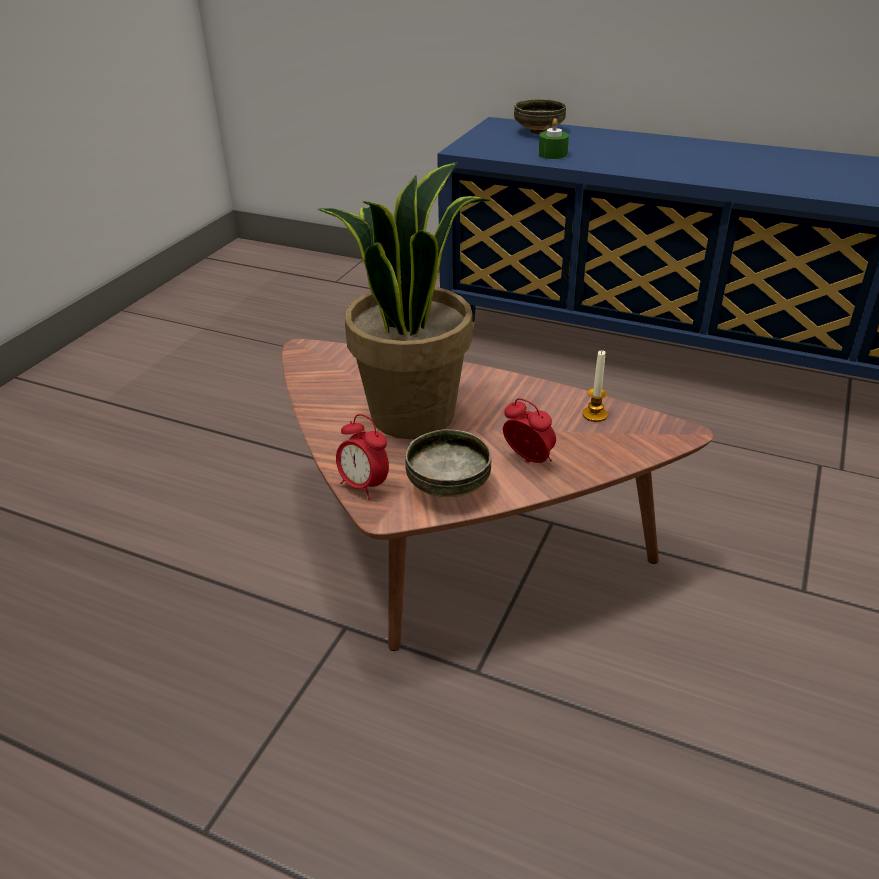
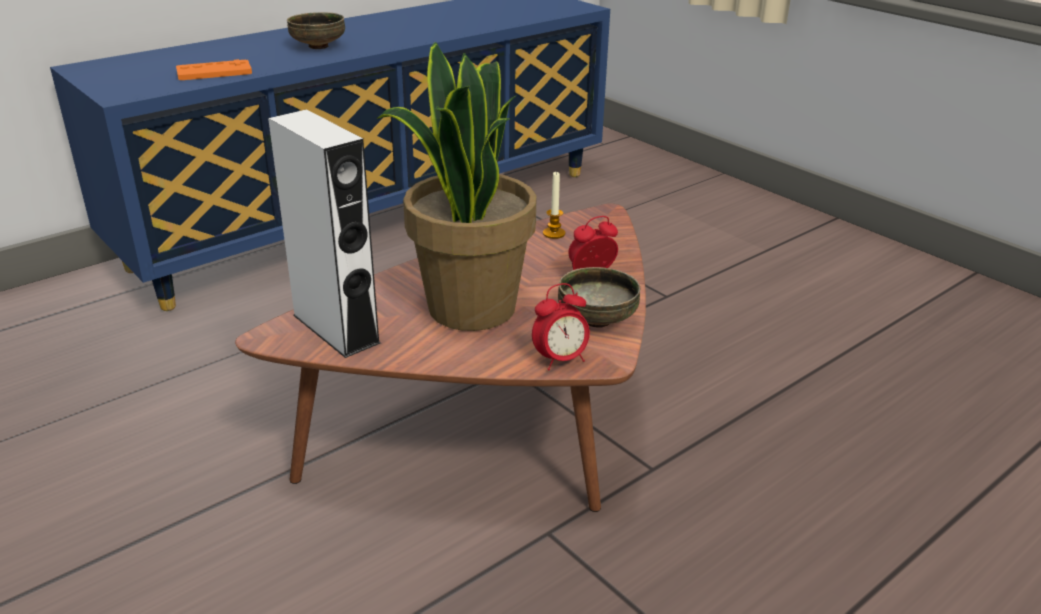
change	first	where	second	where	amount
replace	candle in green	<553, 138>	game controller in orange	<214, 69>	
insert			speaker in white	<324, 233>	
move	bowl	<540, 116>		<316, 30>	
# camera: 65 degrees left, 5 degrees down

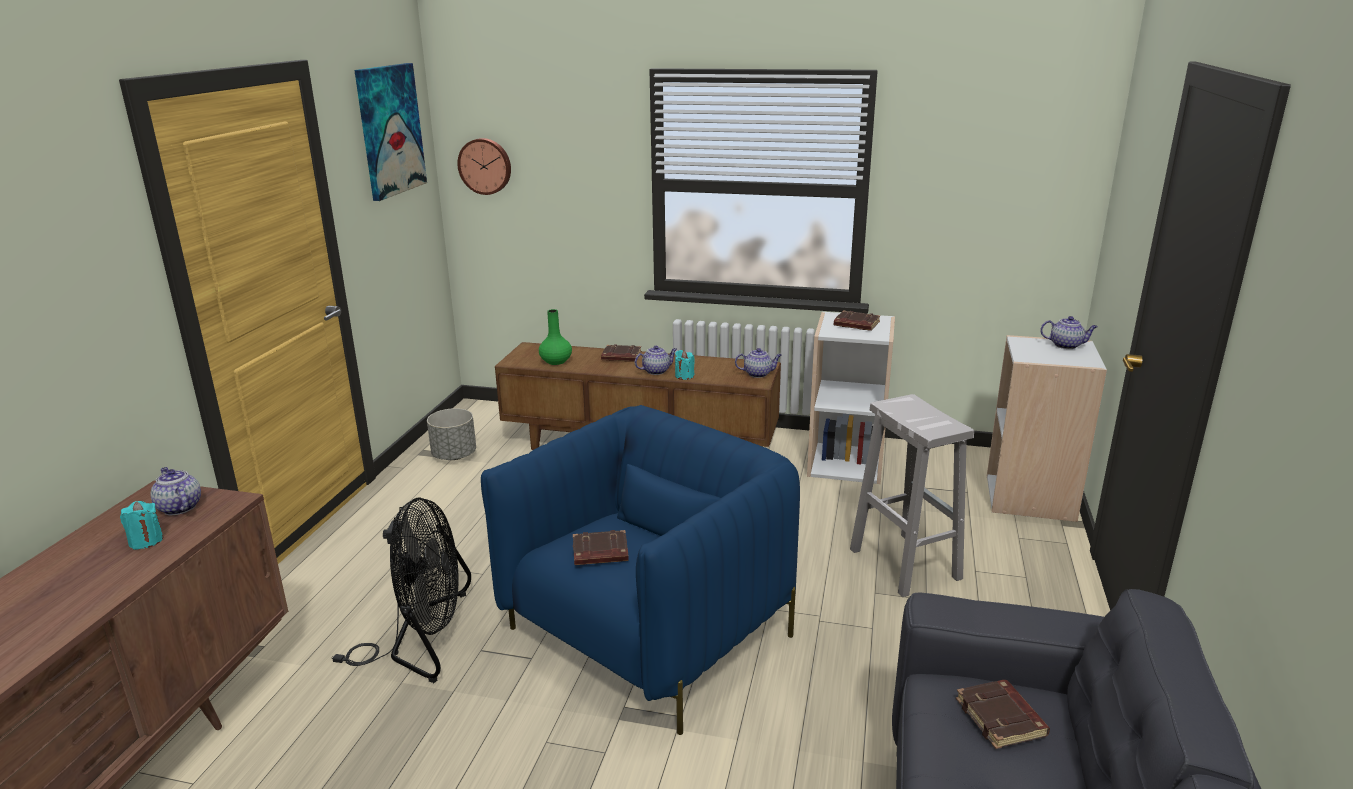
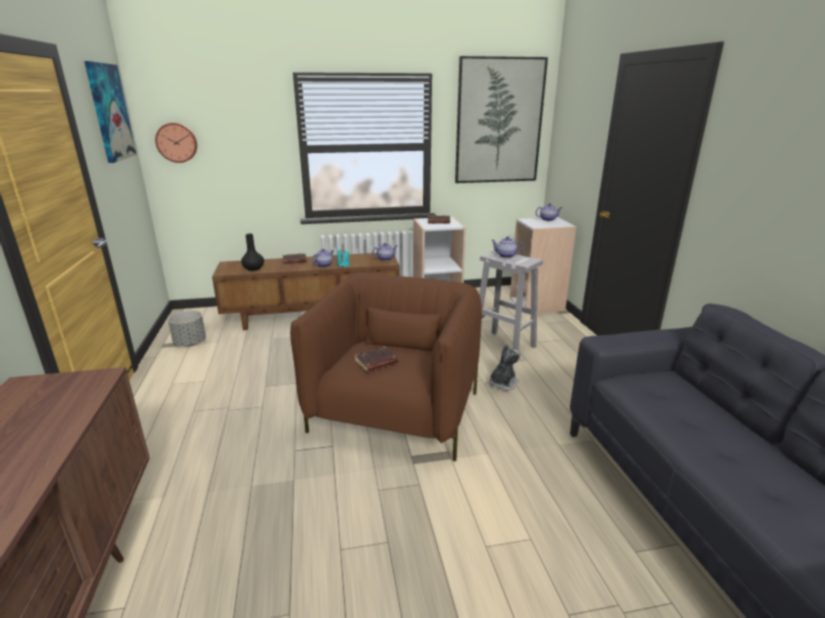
change	first	where	second	where	amount
recolor	vase in green	<555, 337>	vase in black	<252, 252>	
recolor	armchair in blue	<640, 570>	armchair in brown	<386, 367>	
insert			picture	<501, 119>	
insert			plush toy	<504, 367>	
move	teapot	<175, 491>		<507, 247>	
delete	candle in turquoise	<141, 525>			
delete	fan in black	<401, 590>			
delete	book in brown	<1003, 714>			
# camera: 25 degrees left, 0 degrees up

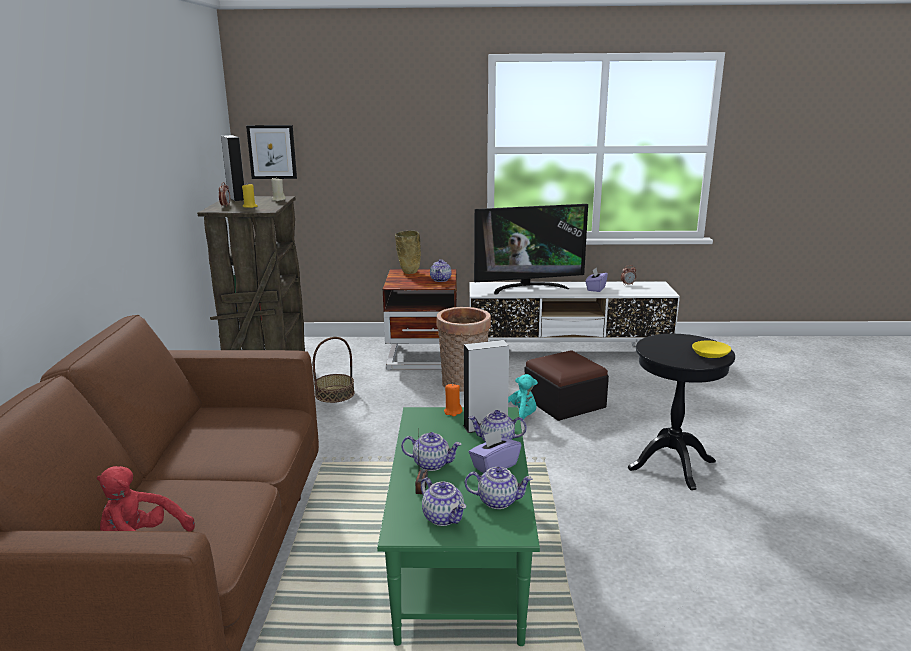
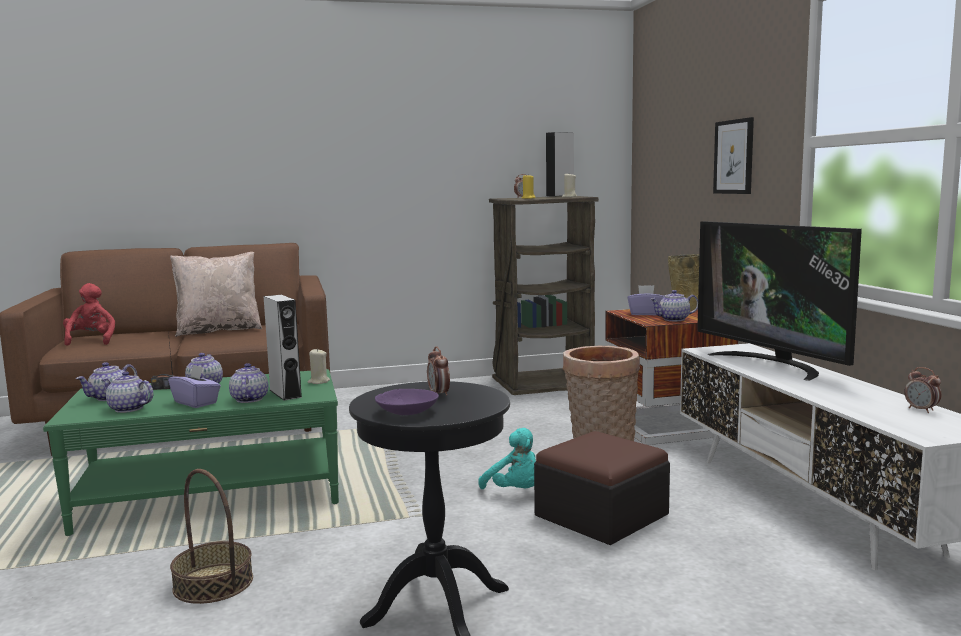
change	first	where	second	where	amount
rotate	teapot	<499, 487>		<127, 392>	120 degrees clockwise
insert			pillow in beige	<216, 294>	
move	basket	<334, 370>		<211, 536>	
recolor	candle in orange	<453, 399>	candle in beige	<318, 366>	
recolor	bowl in yellow	<711, 349>	bowl in purple	<407, 402>	
insert			alarm clock	<438, 371>	
move	tissue box in purple	<596, 280>		<646, 300>	
move	picture	<271, 152>		<733, 155>	
# camera: 75 degrees right, 10 degrees down

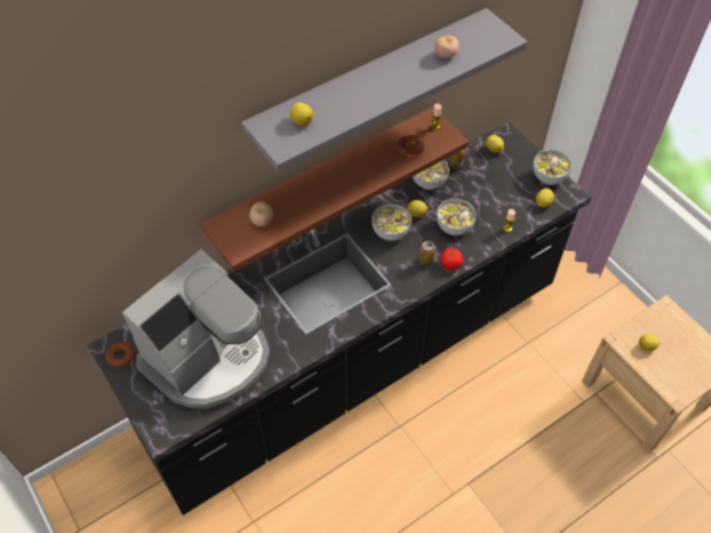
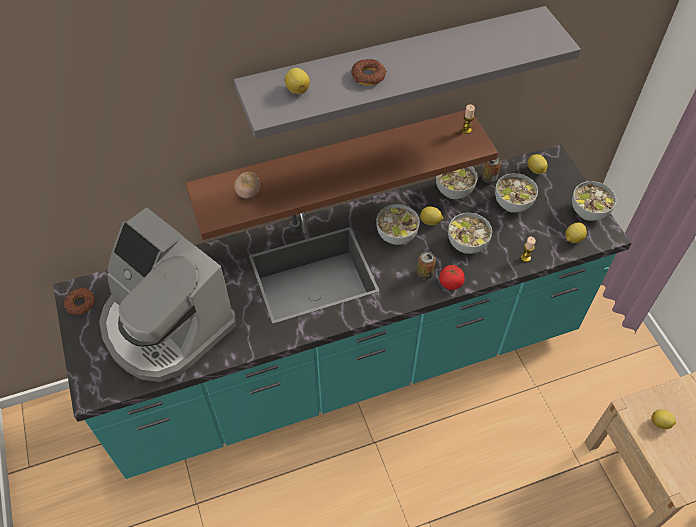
change	first	where	second	where	amount
recolor	counter in black	<339, 318>	counter in turquoise	<342, 311>	
rotate	coffee machine	<196, 329>		<167, 294>	75 degrees clockwise
move	donut	<410, 145>		<368, 72>	
insert			bowl	<516, 193>	
delete	tomato	<446, 47>			
# camera: 15 degrees right, 0 degrees up

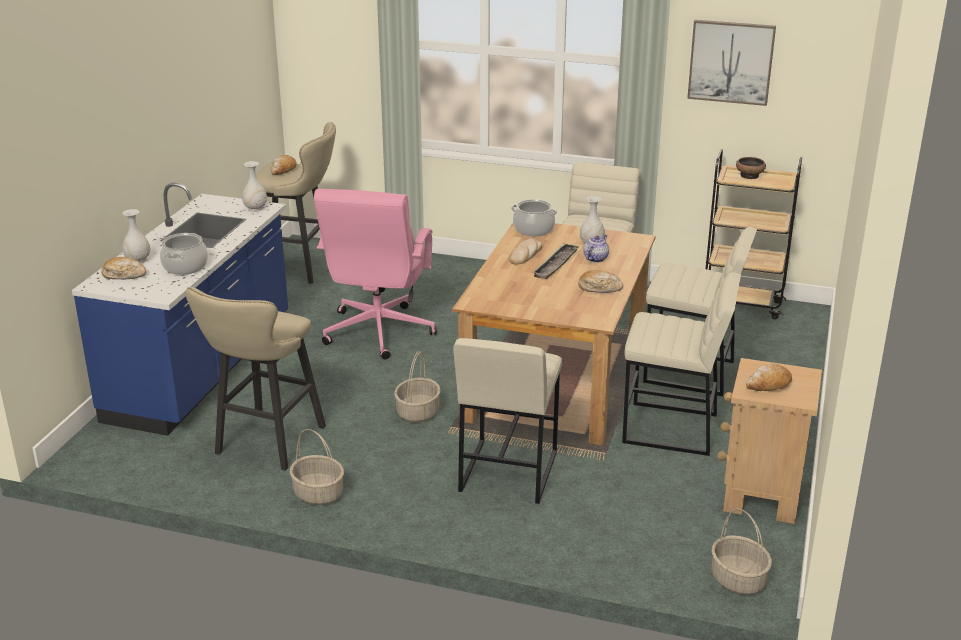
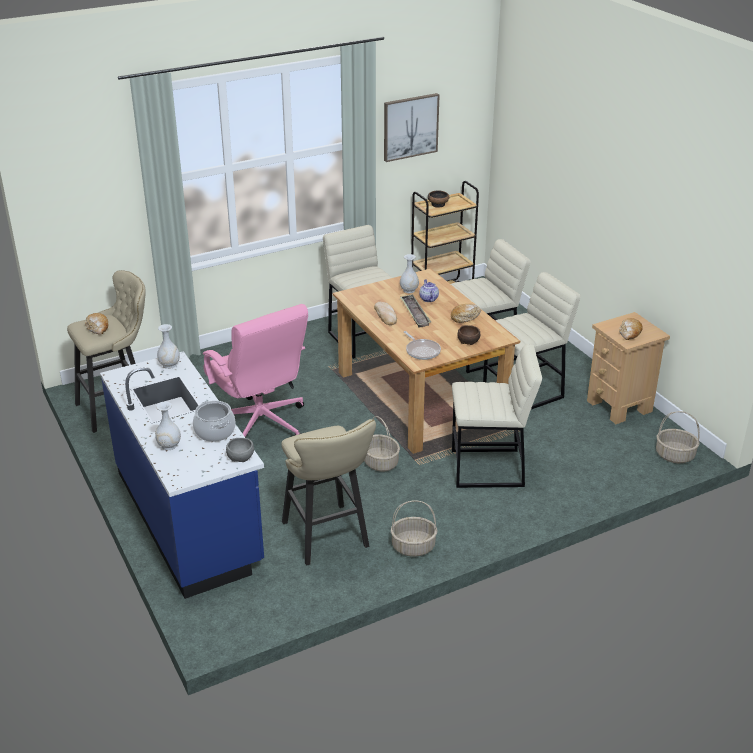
change	first	where	second	where	amount
insert			bowl in grey	<240, 450>	
insert			frying pan	<422, 345>	
rotate	chair in beige	<507, 421>		<497, 416>	60 degrees counterclockwise
insert			bowl in brown	<469, 335>	
delete	bread	<123, 268>			
delete	cooking pot	<534, 217>			
# camera: 45 degrees left, 5 degrees up

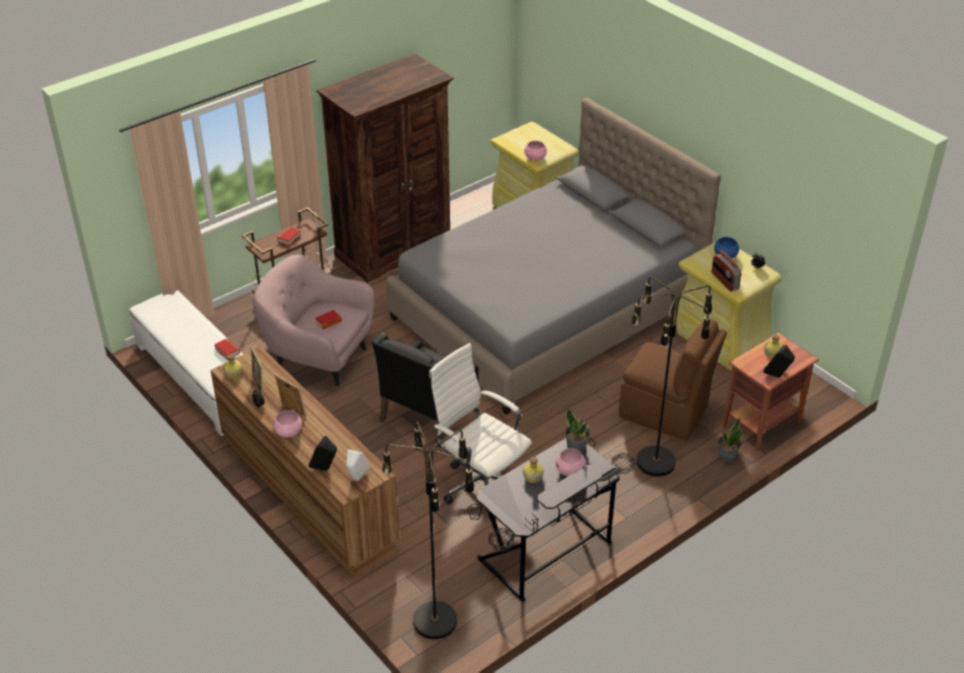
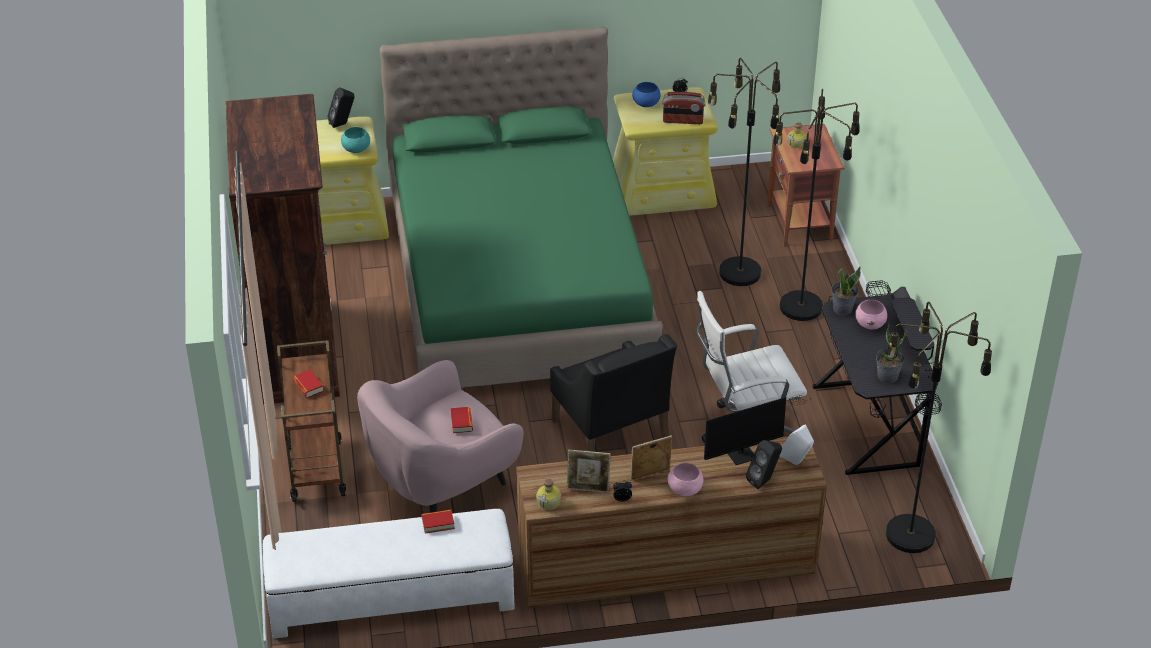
change	first	where	second	where	amount
move	speaker in black	<779, 361>		<341, 107>	
recolor	bowl in pink	<535, 151>	bowl in turquoise	<355, 140>	
recolor	bed in grey	<553, 256>	bed in green	<521, 207>	
insert			monitor	<757, 430>	
replace	chair in brown	<673, 380>	floor lamp	<744, 172>	
move	potted plant	<730, 440>		<892, 353>	
delete	bottle	<533, 470>			
# camera: 60 degrees left, 0 degrees up

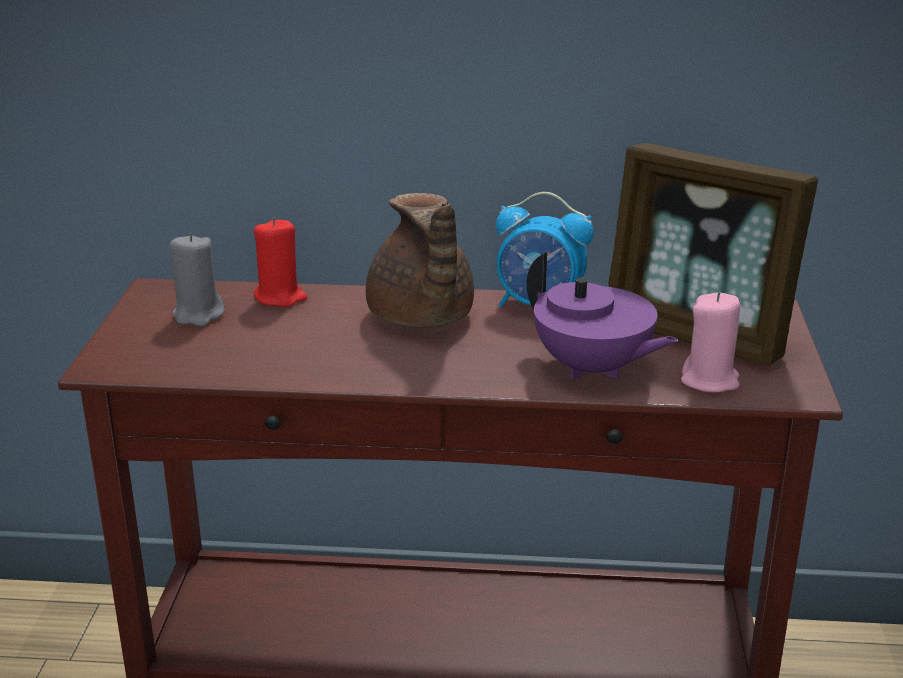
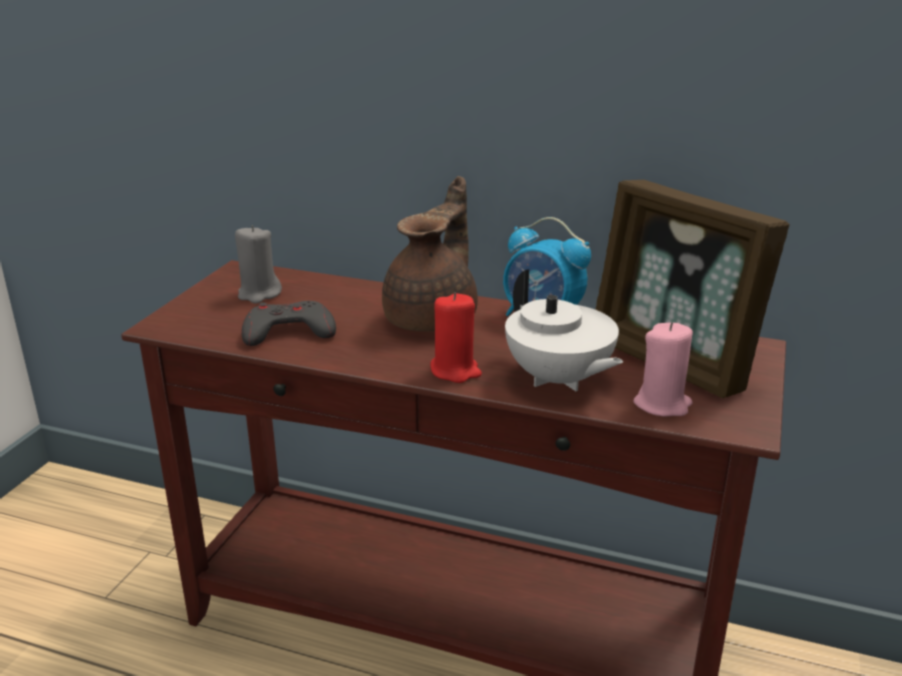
change	first	where	second	where	amount
insert			game controller in grey	<288, 323>	
rotate	teapot in brown	<420, 260>		<430, 253>	150 degrees counterclockwise
move	candle in red	<280, 262>		<456, 337>	
recolor	teapot in purple	<602, 316>	teapot in white	<564, 330>	
# camera: 15 degrees right, 0 degrees up

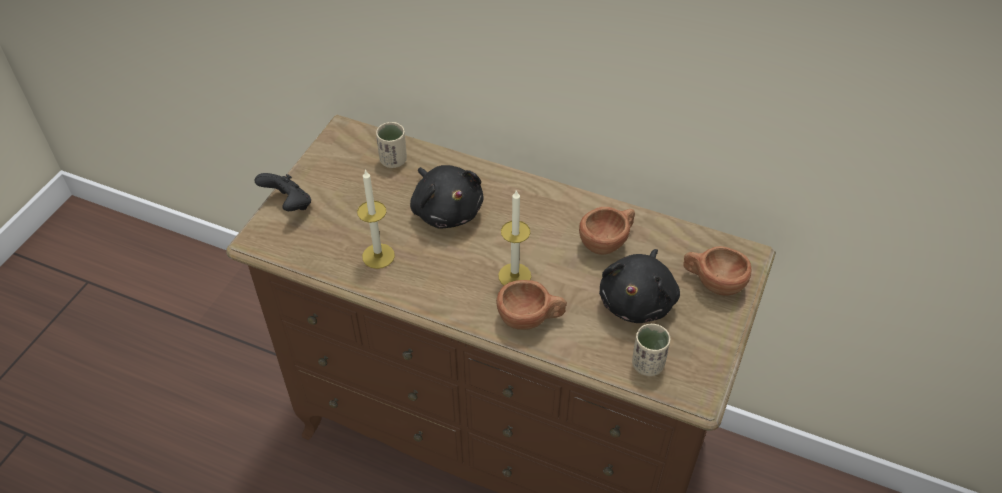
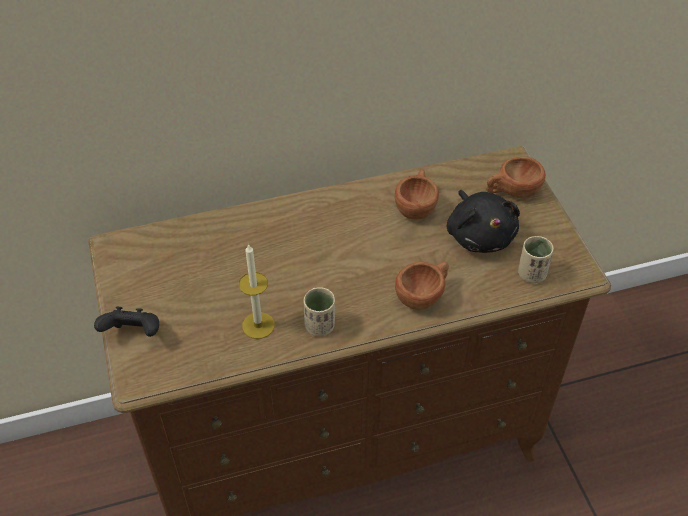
change	first	where	second	where	amount
move	cup in beige	<391, 145>		<319, 311>	
delete	plush toy in black	<447, 197>			
delete	candle	<514, 237>			
# camera: 40 degrees left, 0 degrees up

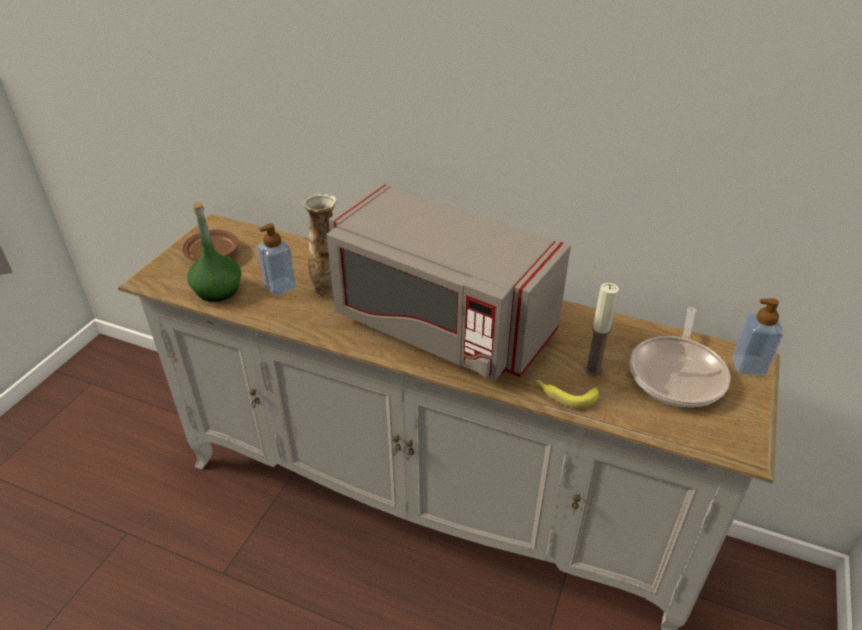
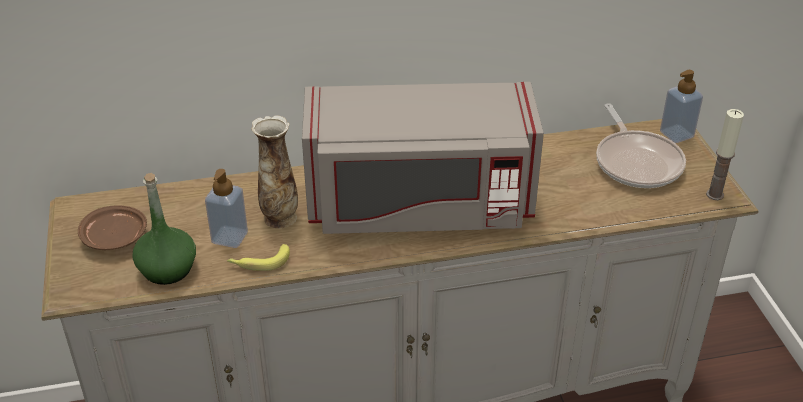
change	first	where	second	where	amount
move	banana	<567, 394>		<258, 257>	
move	candle	<601, 329>		<725, 154>	
# camera: 35 degrees left, 0 degrees up

